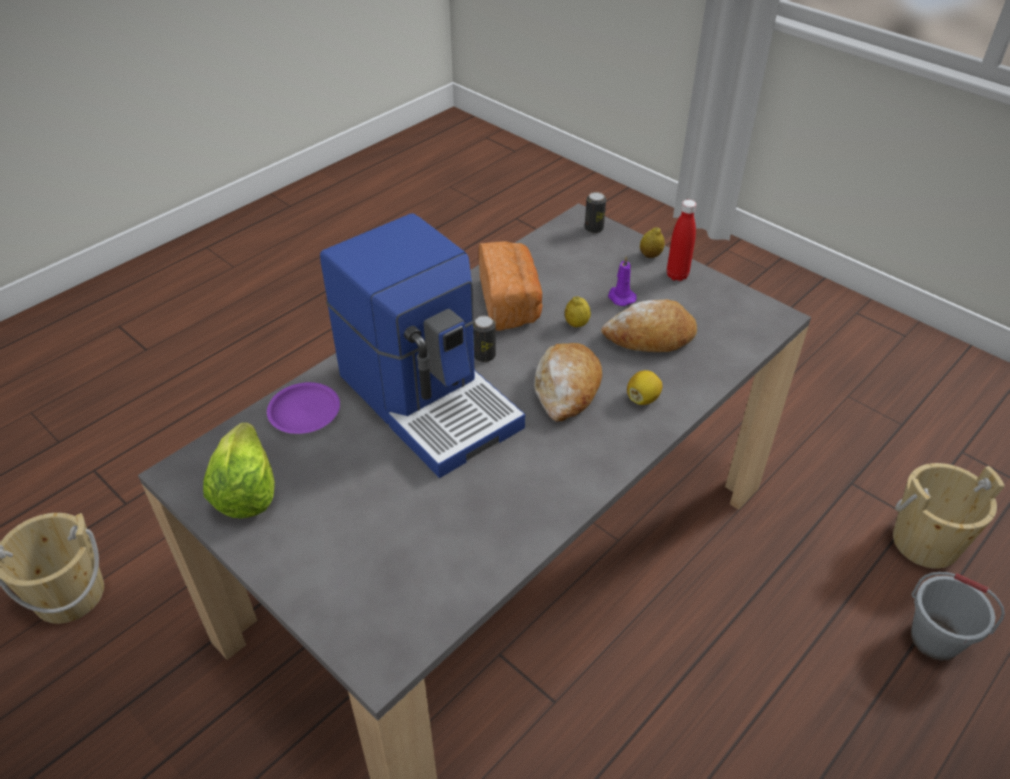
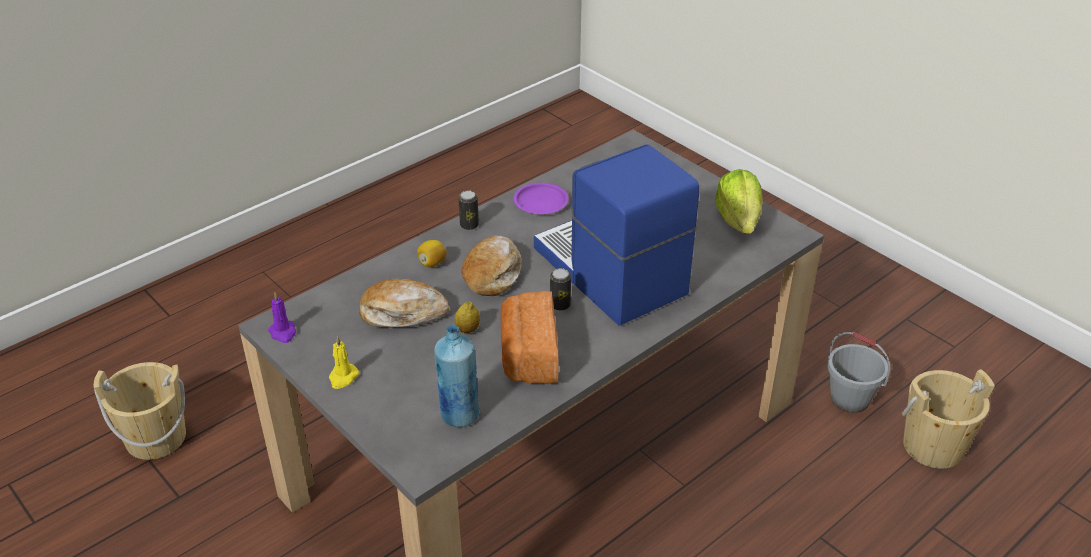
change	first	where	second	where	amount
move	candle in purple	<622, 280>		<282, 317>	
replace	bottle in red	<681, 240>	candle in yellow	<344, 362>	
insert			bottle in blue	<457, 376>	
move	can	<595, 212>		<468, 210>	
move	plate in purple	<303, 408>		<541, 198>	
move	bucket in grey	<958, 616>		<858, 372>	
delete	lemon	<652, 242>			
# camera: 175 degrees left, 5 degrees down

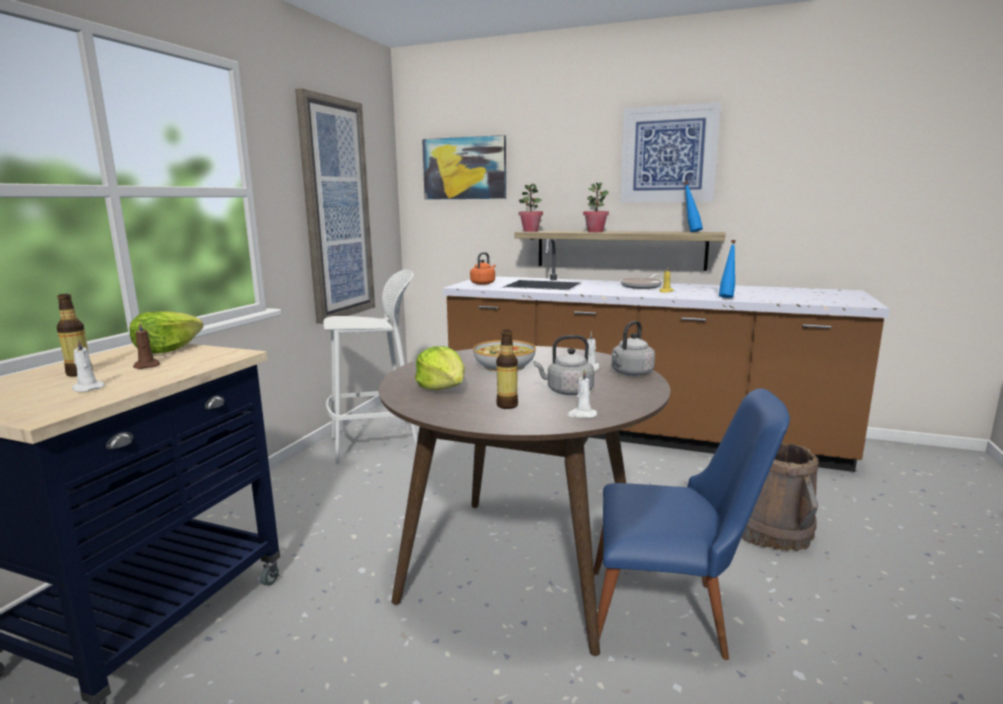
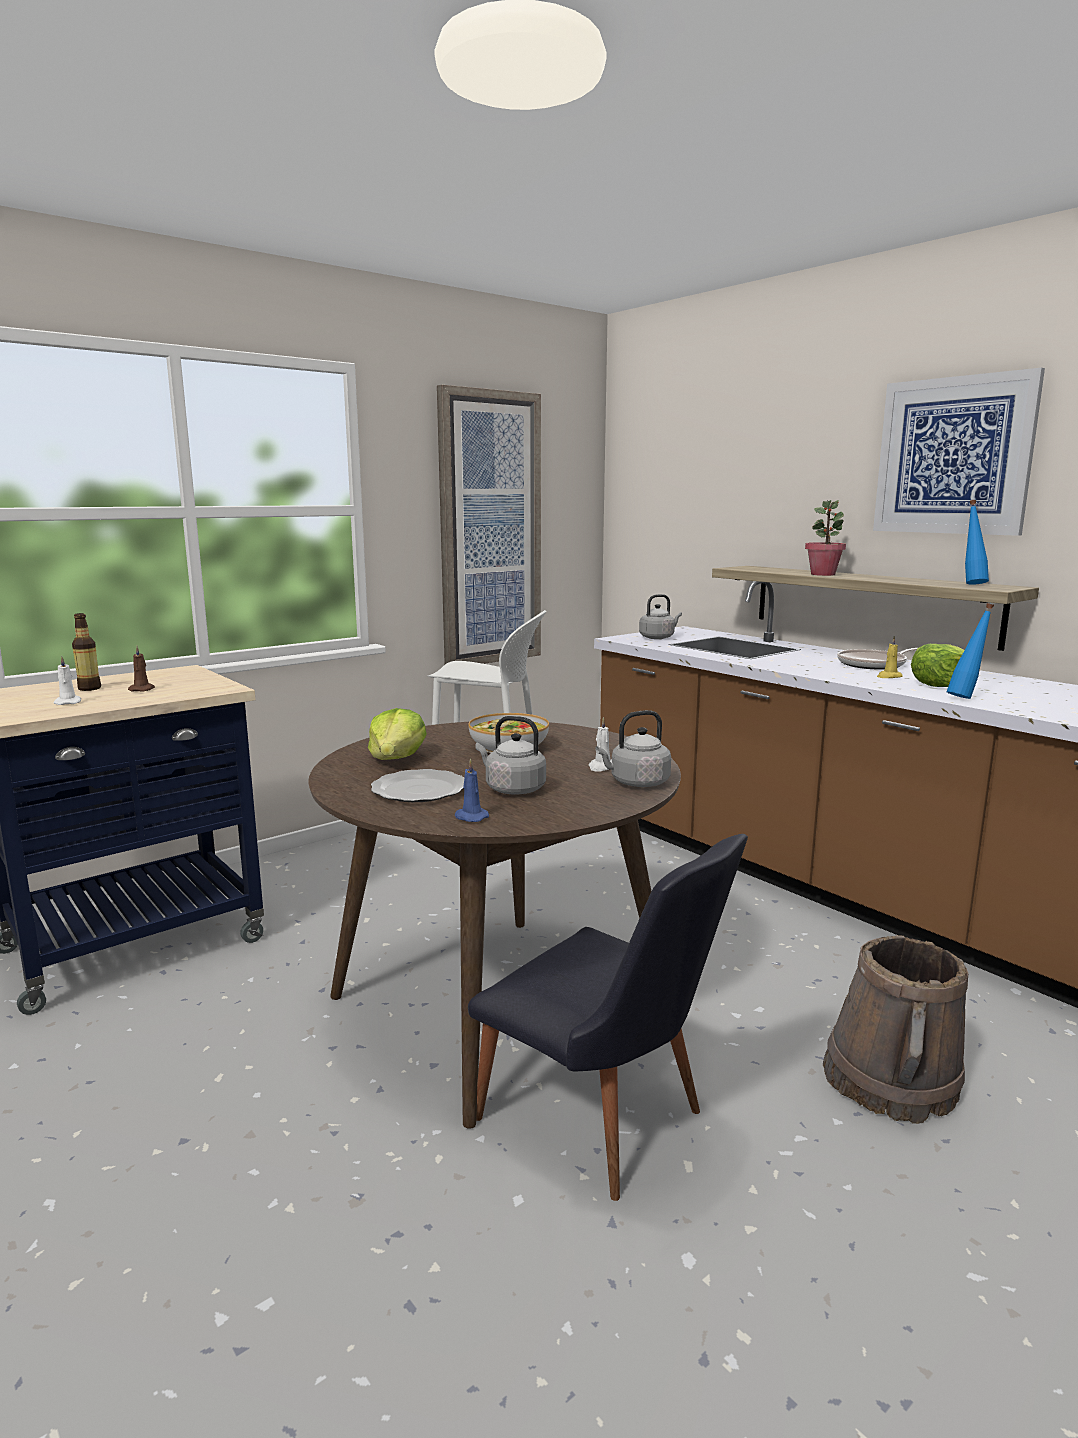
change	first	where	second	where	amount
replace	bottle	<507, 369>	plate	<417, 785>	
recolor	candle in white	<582, 393>	candle in blue	<472, 790>	
recolor	chair in blue	<692, 524>	chair in black	<608, 1017>	
recolor	kettle in orange	<483, 268>	kettle in grey	<660, 616>	
move	lettuce	<166, 332>		<937, 665>	
delete	picture	<464, 167>			
delete	potted plant	<531, 208>			
# camera: 30 degrees right, 0 degrees up

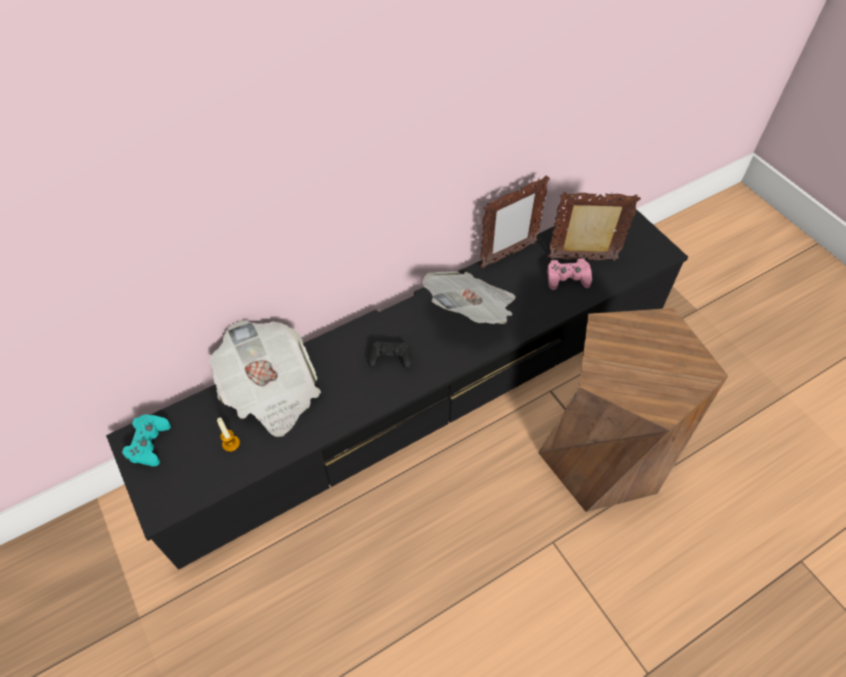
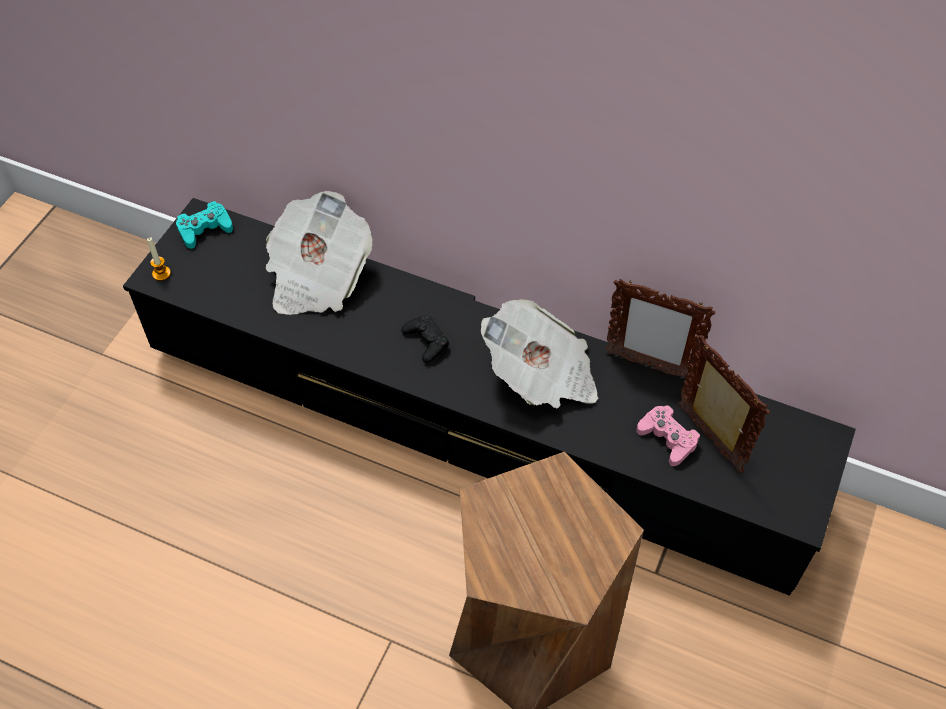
change	first	where	second	where	amount
move	candle	<228, 435>		<159, 259>	
# camera: 55 degrees right, 0 degrees up

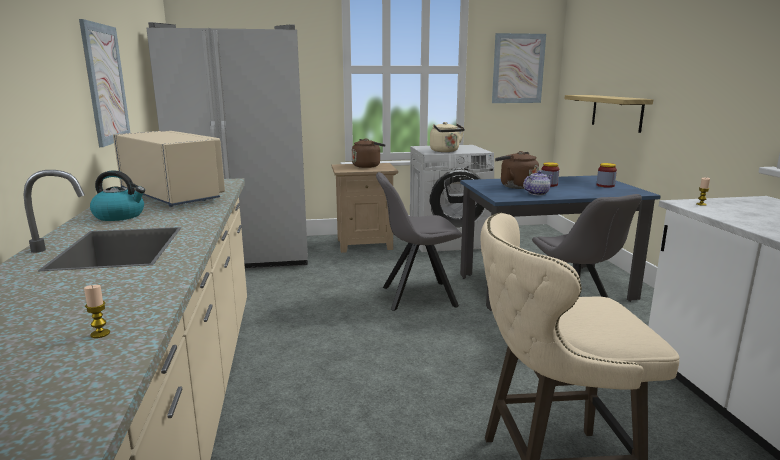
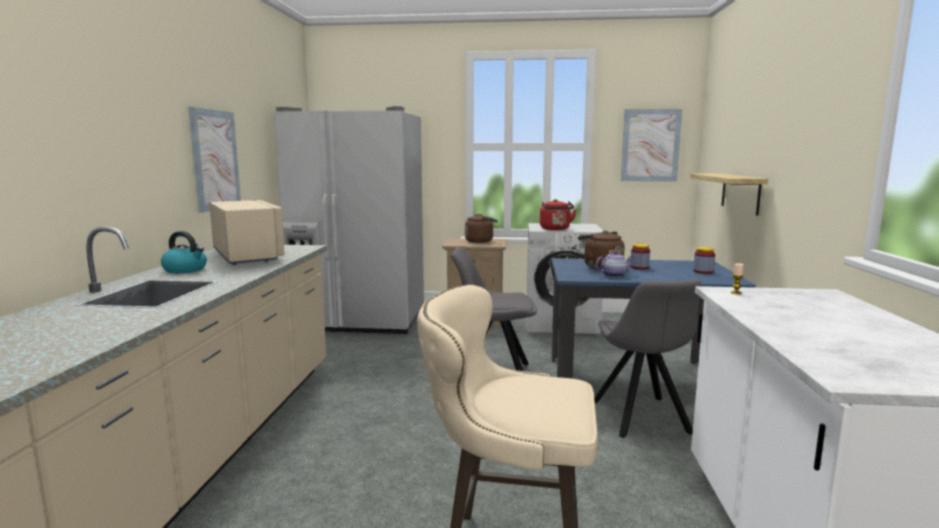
change	first	where	second	where	amount
recolor	kettle in beige	<447, 137>	kettle in red	<558, 214>	
delete	candle	<97, 311>			
# camera: 15 degrees right, 5 degrees down

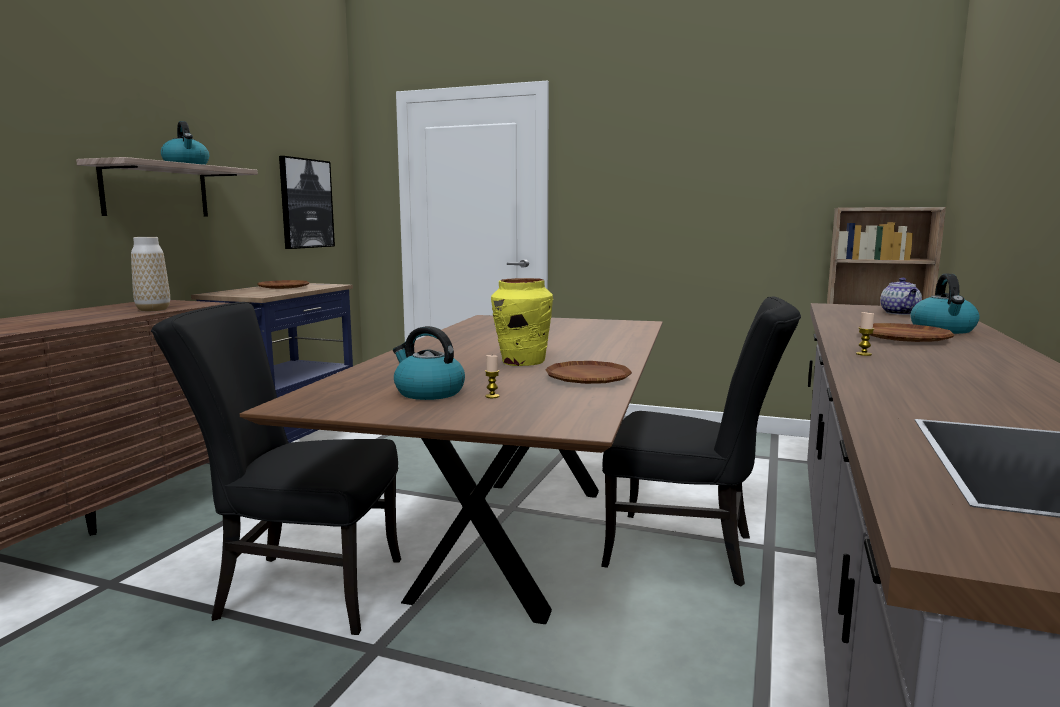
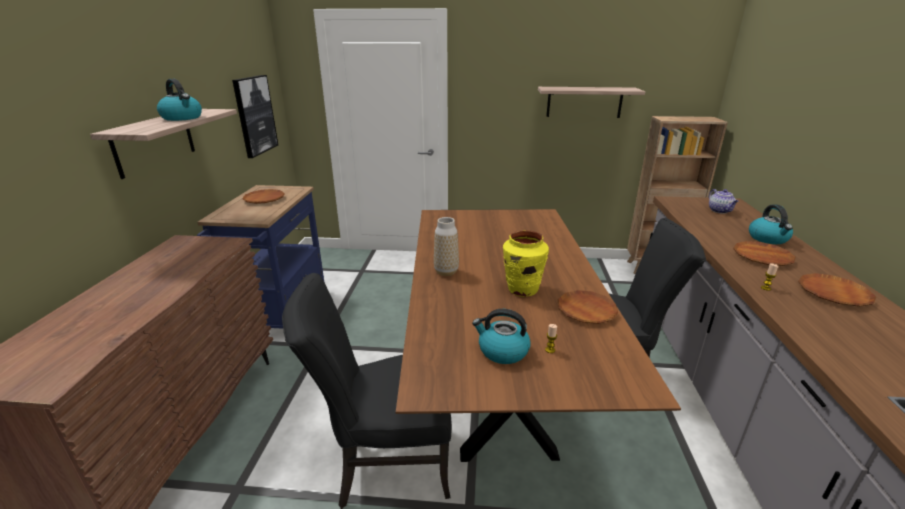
change	first	where	second	where	amount
move	vase	<150, 274>		<446, 246>	
insert			shelf	<591, 102>	
insert			plate in brown	<837, 290>	
# camera: 15 degrees left, 15 degrees up

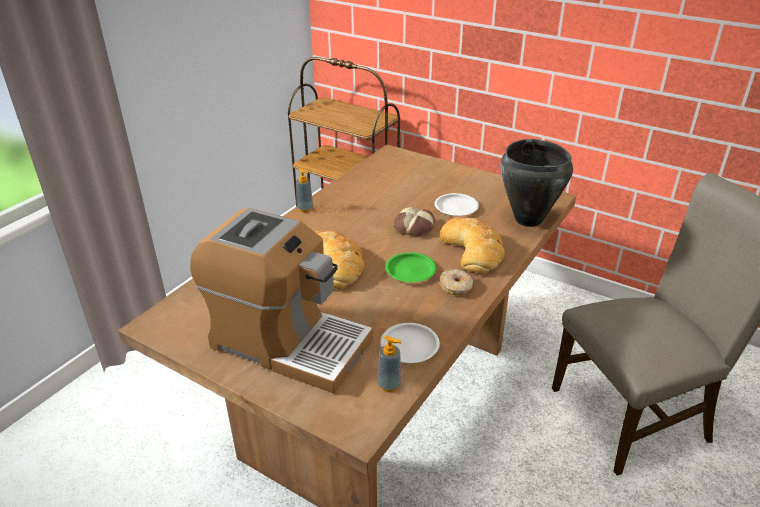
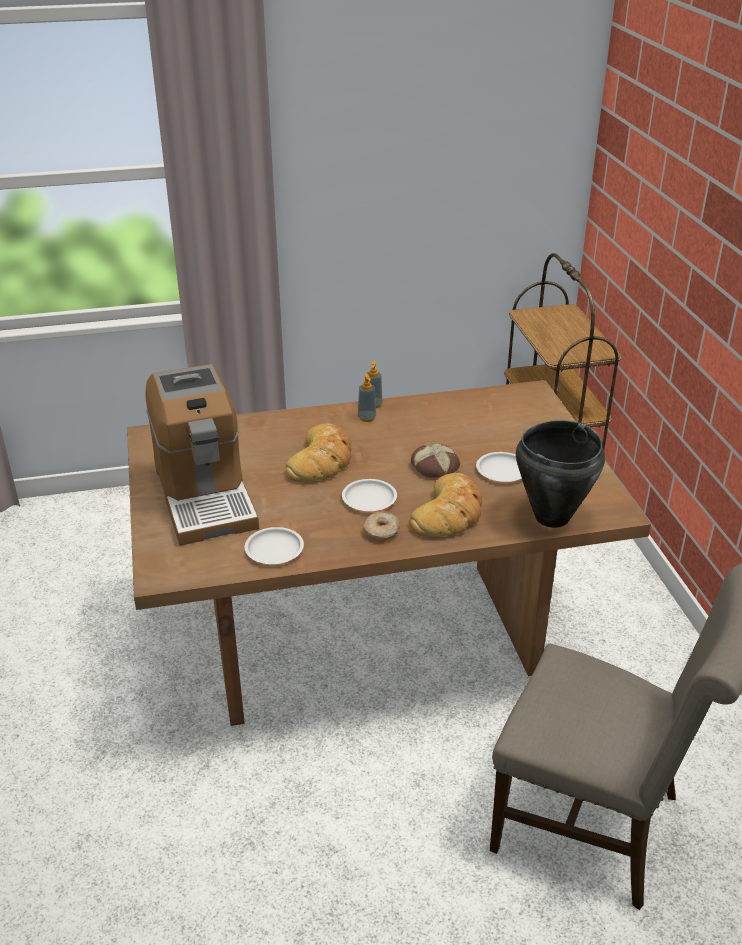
change	first	where	second	where	amount
recolor	plate in green	<411, 267>	plate in white	<369, 495>	
move	soap dispenser	<390, 363>		<367, 397>	
# camera: 45 degrees right, 0 degrees up

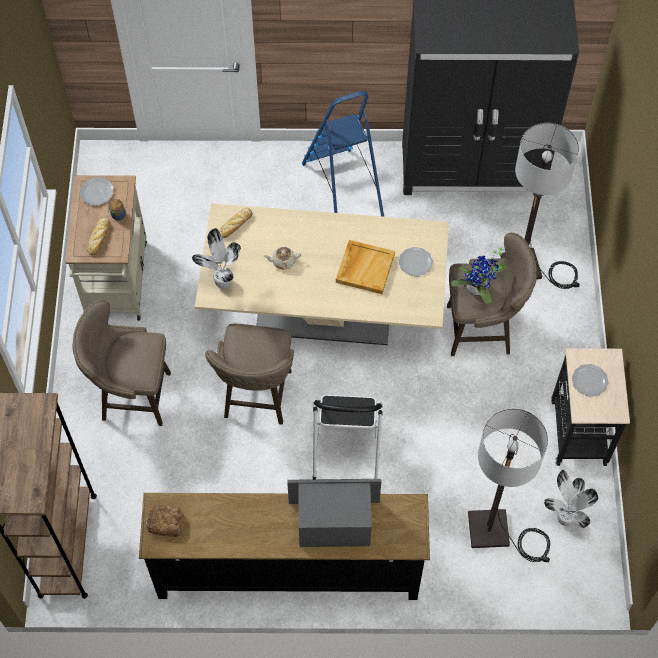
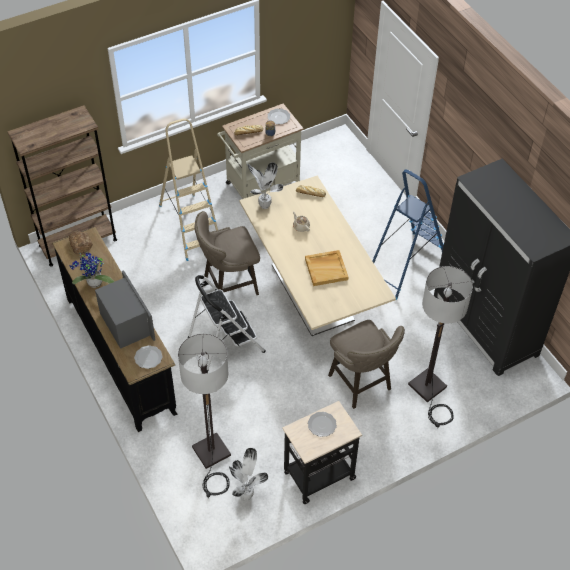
change	first	where	second	where	amount
move	potted plant	<478, 275>		<92, 270>	
move	plate	<415, 262>		<148, 357>	
replace	stool in beige	<122, 363>	step ladder in beige	<188, 190>	
# camera: 60 degrees right, 10 degrees down

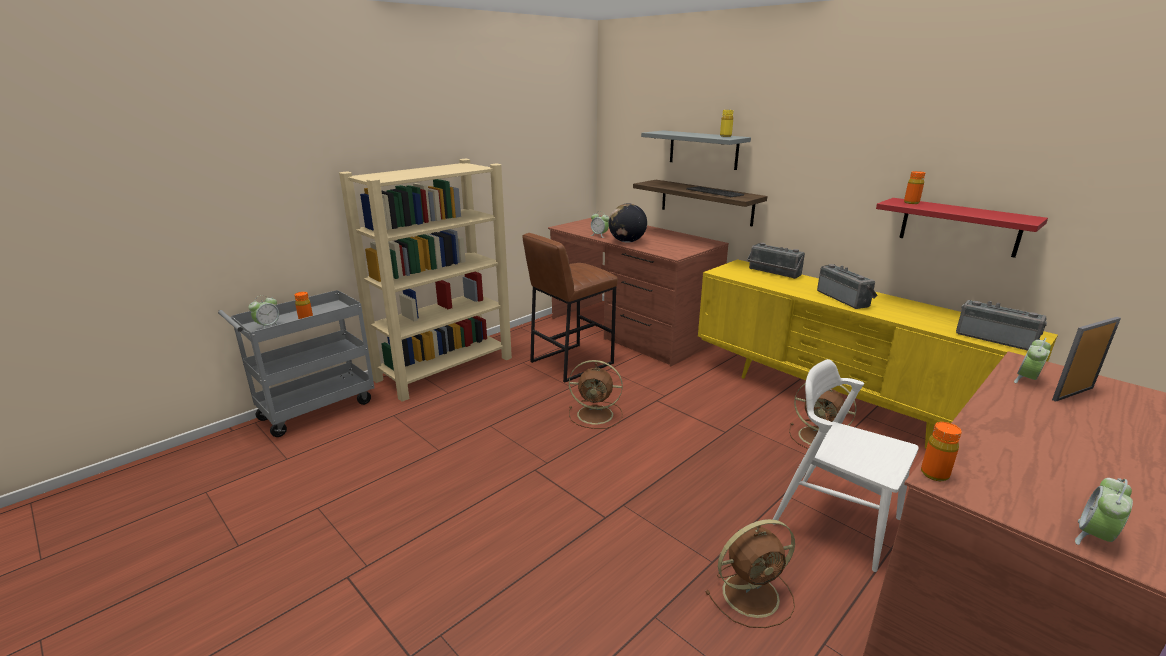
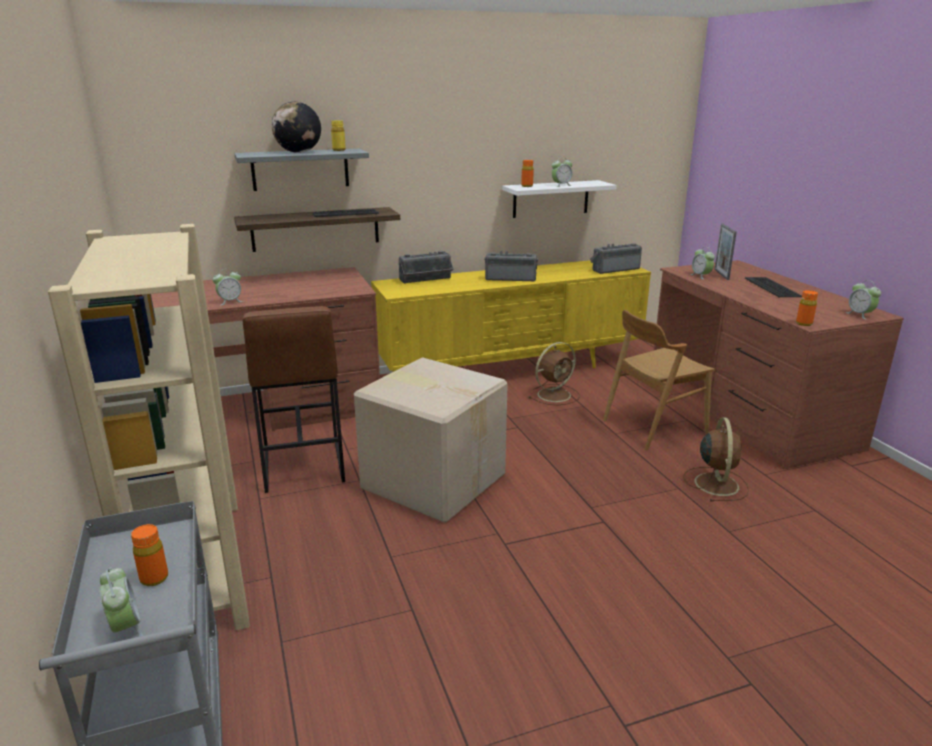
change	first	where	second	where	amount
move	globe	<628, 223>		<296, 127>	
replace	fan in brown	<596, 394>	cardboard box	<431, 440>	
recolor	shelf in red	<962, 228>	shelf in white	<559, 199>	
insert			alarm clock	<562, 172>	
recolor	chair in white	<846, 465>	chair in brown	<659, 380>	
insert			keyboard	<773, 287>	
# camera: 65 degrees left, 0 degrees up

